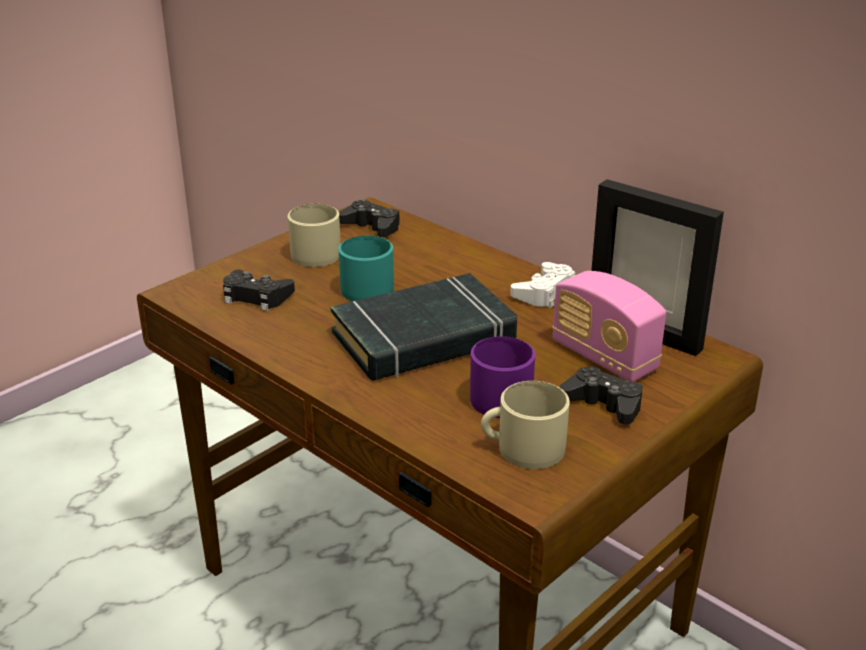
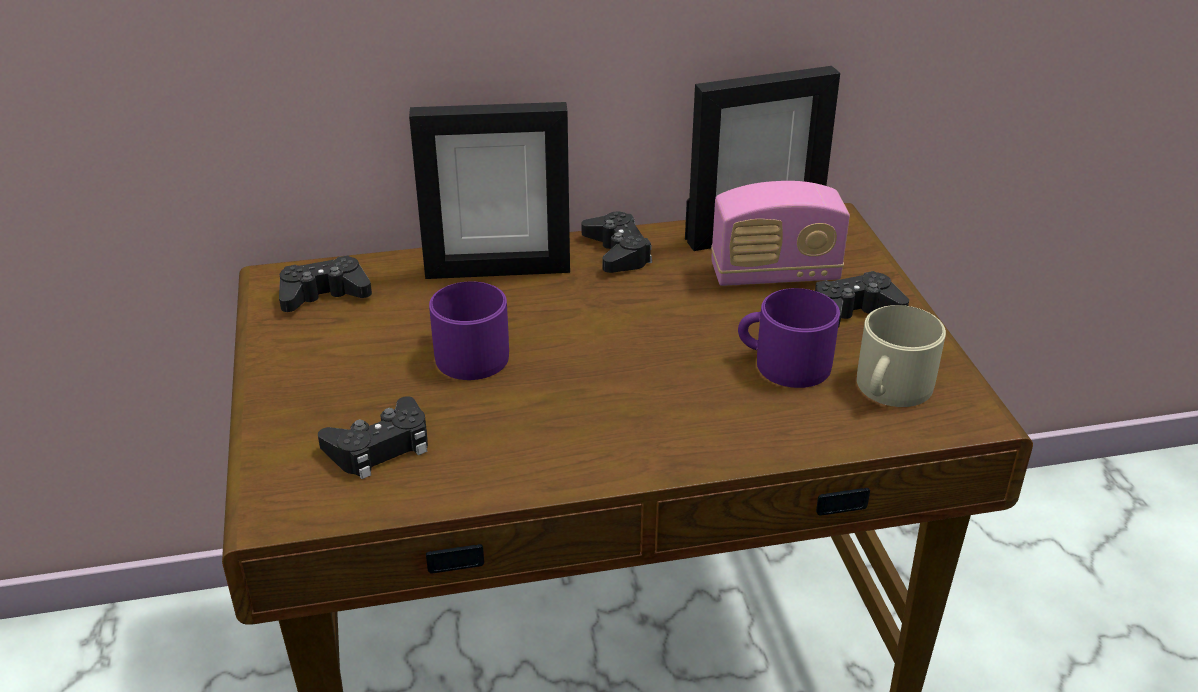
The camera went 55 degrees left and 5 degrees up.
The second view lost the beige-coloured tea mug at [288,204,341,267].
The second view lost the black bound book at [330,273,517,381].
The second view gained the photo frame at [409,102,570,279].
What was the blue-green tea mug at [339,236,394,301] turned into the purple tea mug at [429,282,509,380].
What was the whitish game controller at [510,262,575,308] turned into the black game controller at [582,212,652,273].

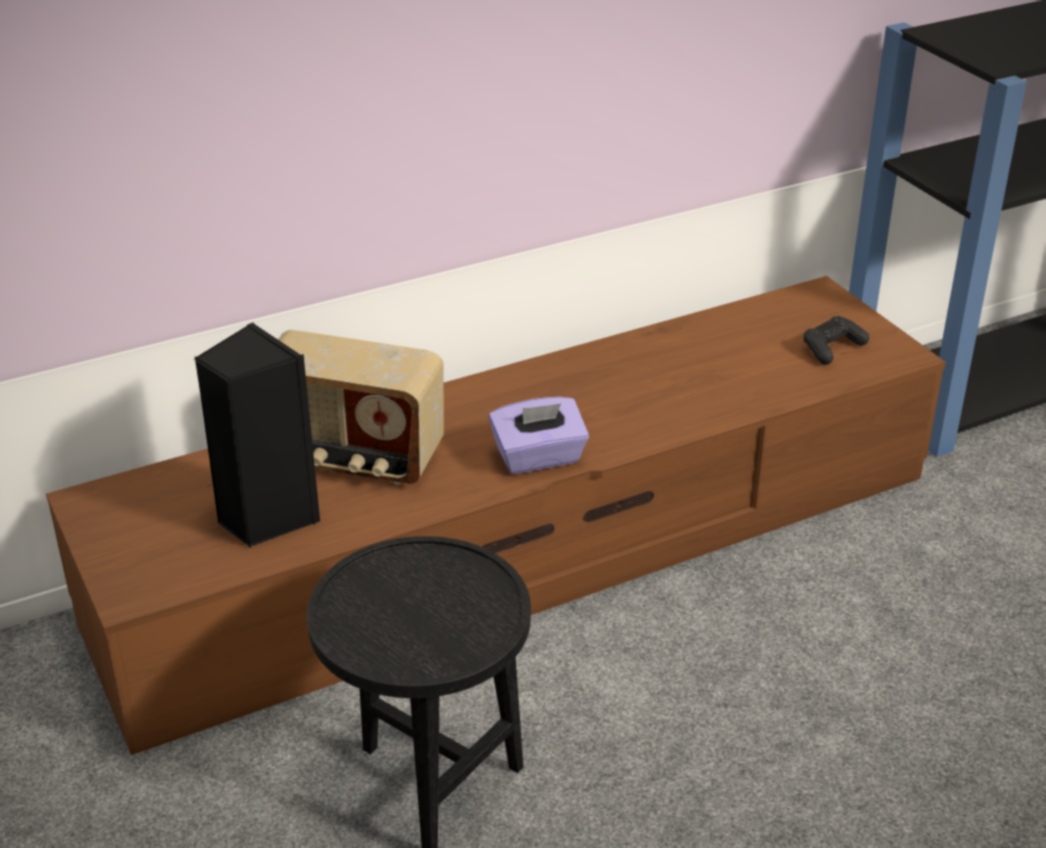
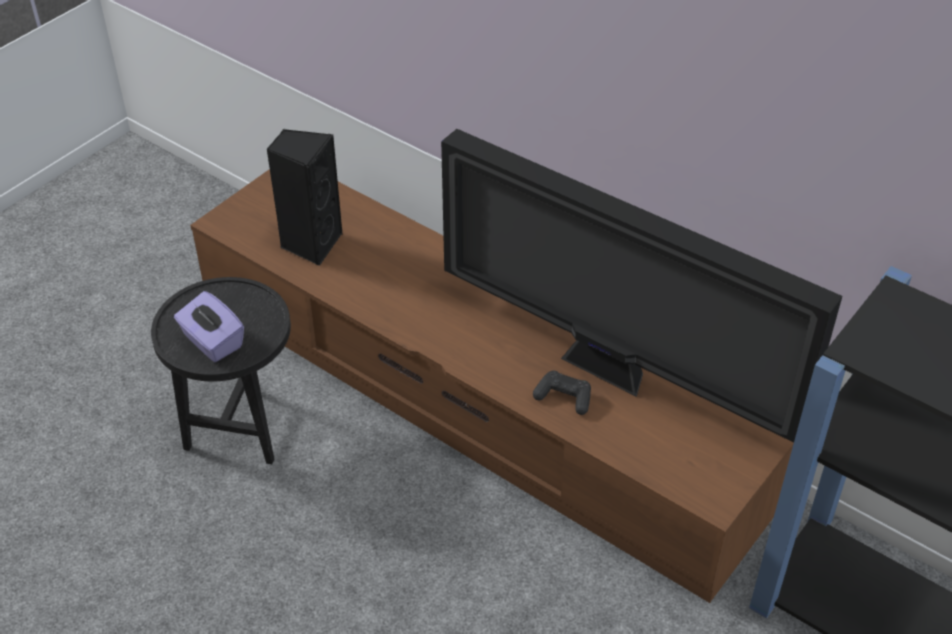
The camera went 65 degrees right and 10 degrees up.
The second view lost the radio at [278,330,444,485].
The second view gained the television at [441,129,842,443].
The purple box of tissues ended up elsewhere, having gone from [489,397,589,474] to [174,291,244,362].
The black game controller ended up elsewhere, having gone from [804,316,869,365] to [533,370,591,415].

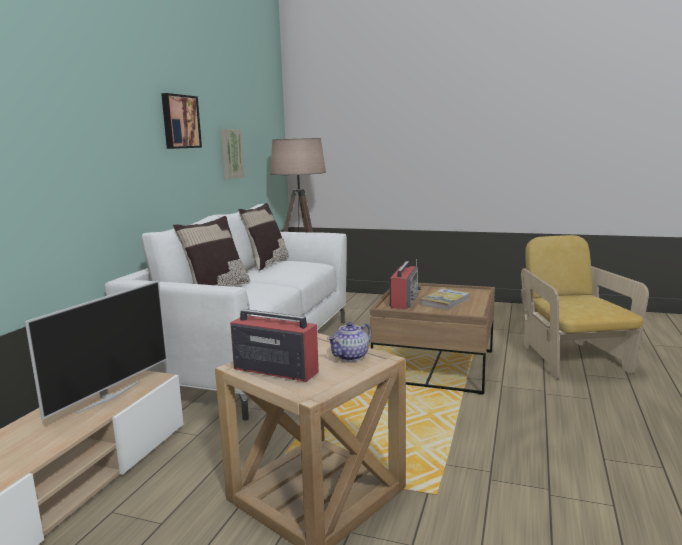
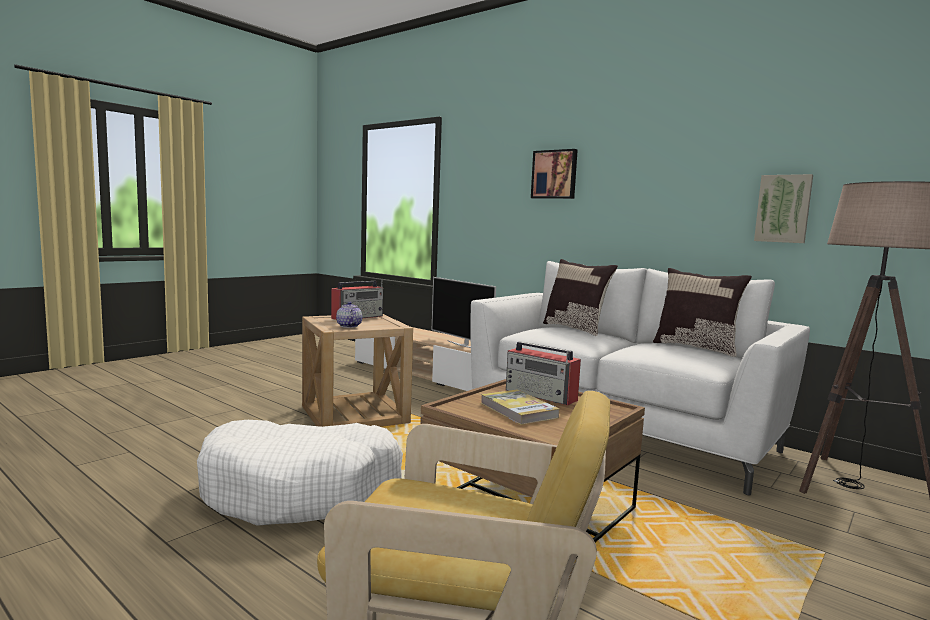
The camera went 110 degrees right and 5 degrees down.
The second view gained the whitish dog cushion at [197,420,403,526].
The wall picture ended up elsewhere, having gone from [161,93,202,149] to [531,149,578,199].

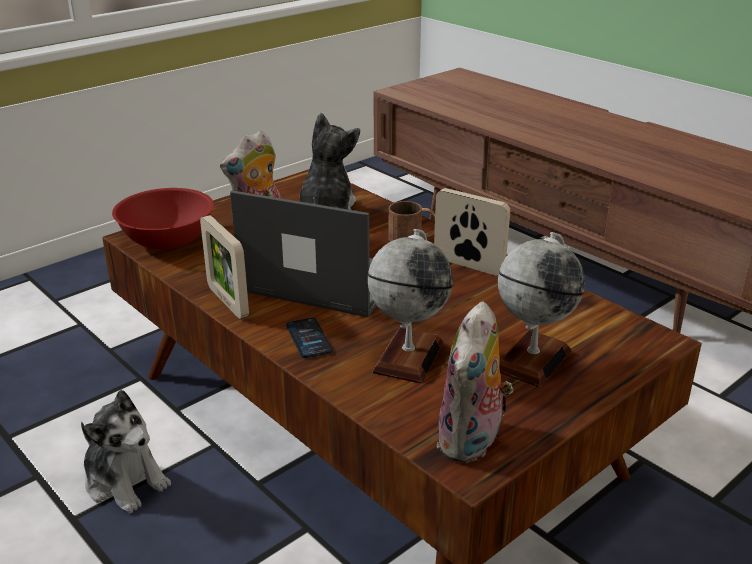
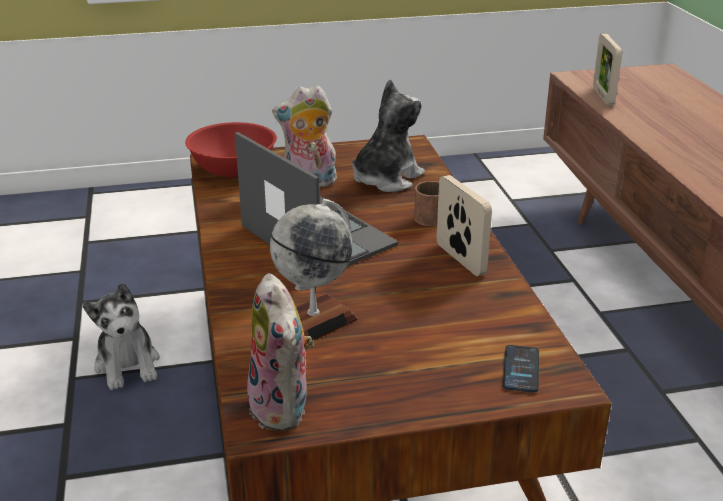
The camera went 30 degrees right and 0 degrees up.
The second view lost the desk globe at [498,232,585,387].
The photo frame ended up elsewhere, having gone from [200,215,249,319] to [593,33,622,106].
The telephone ended up elsewhere, having gone from [286,318,333,358] to [503,345,539,392].
The cuddly toy at [436,301,513,463] ended up facing another way, 75 degrees counterclockwise from before.

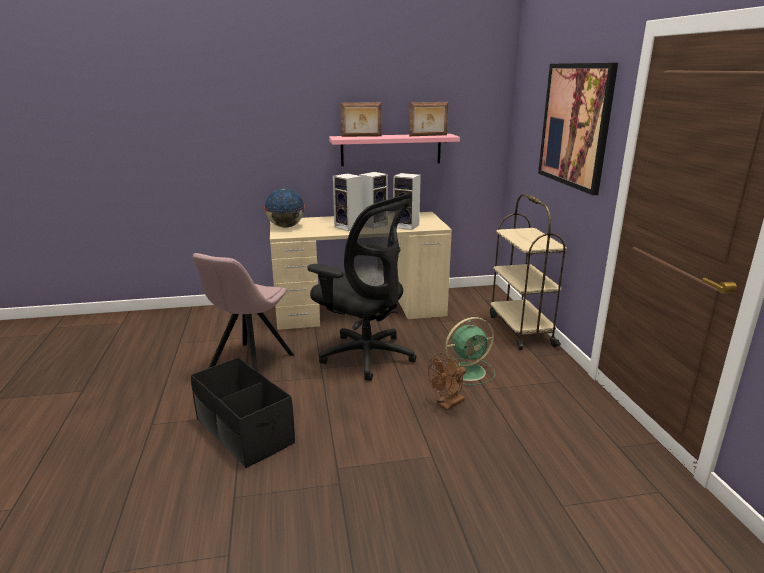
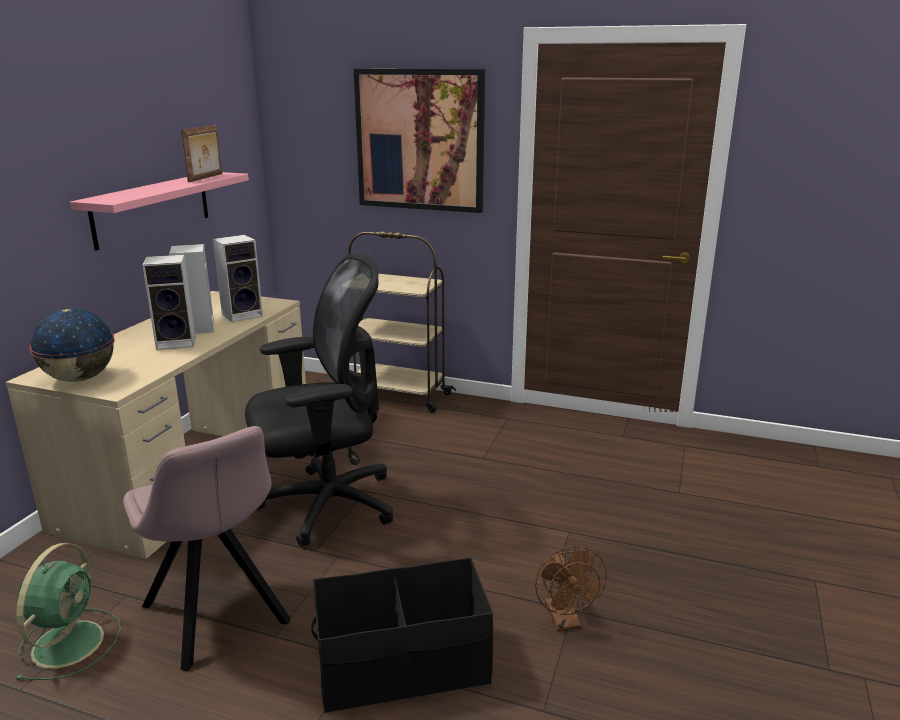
The camera went 60 degrees left and 0 degrees up.
The second view lost the photo frame at [340,102,382,137].
The brown-coloured fan ended up elsewhere, having gone from [428,353,466,410] to [535,546,607,631].
The green-coloured fan ended up elsewhere, having gone from [445,317,495,385] to [15,543,121,680].

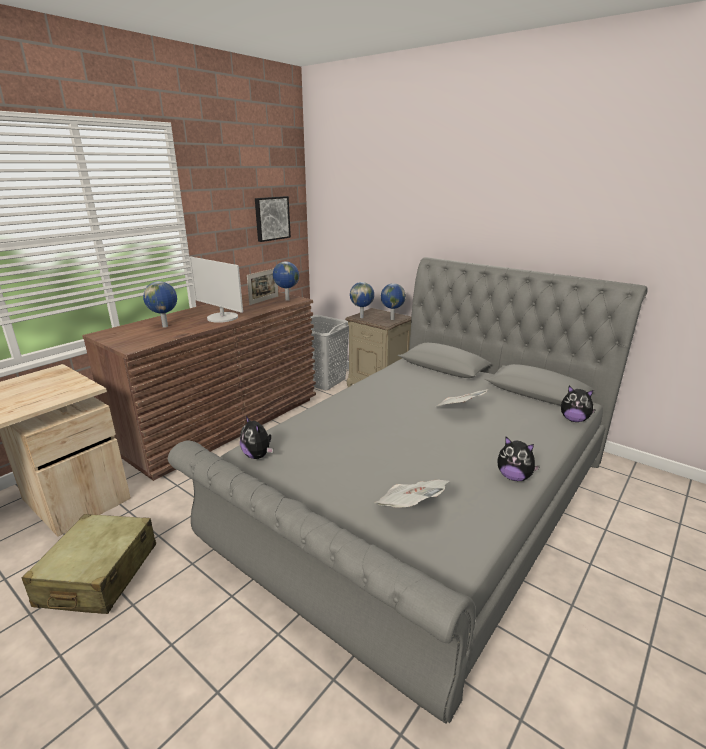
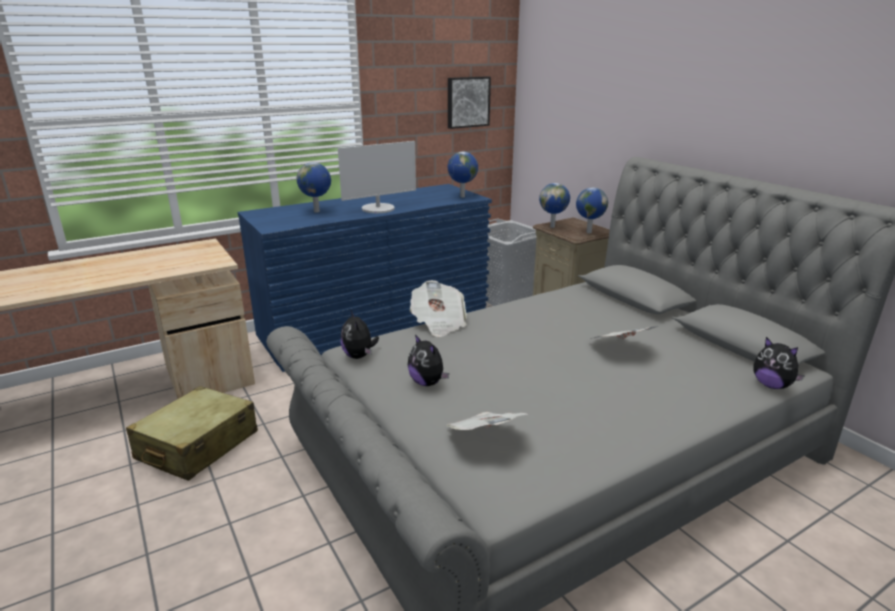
The camera went 20 degrees right and 0 degrees up.
The second view lost the photo frame at [247,269,279,305].
The second view gained the daily paper at [410,280,467,337].
The cuddly toy ended up elsewhere, having gone from [497,437,540,481] to [408,334,449,386].
What was the brown-coloured chest of drawers at [82,292,316,481] turned into the bluish chest of drawers at [238,184,492,372].
The monitor at [189,256,243,323] ended up facing another way, 90 degrees counterclockwise from before.

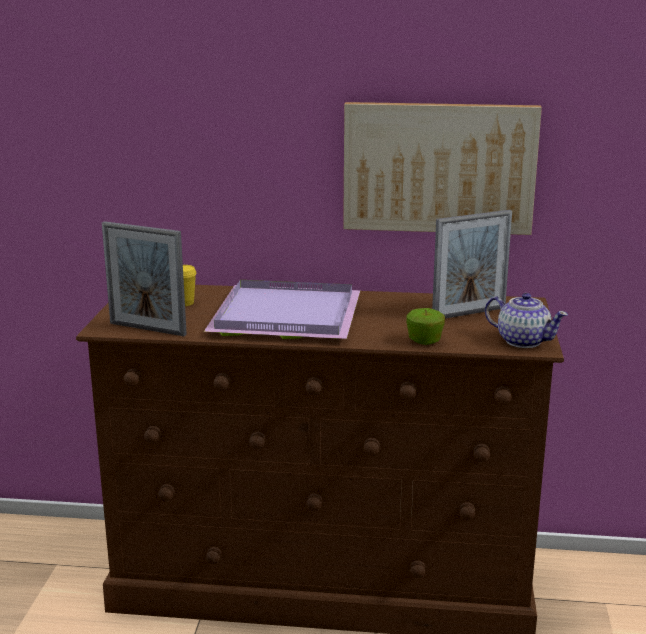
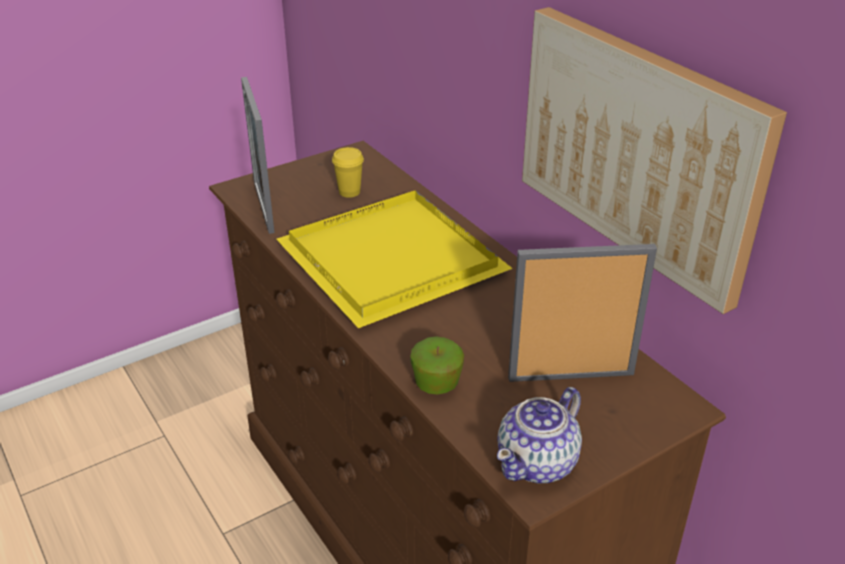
The camera went 50 degrees right and 15 degrees up.
What was the purple tray at [204,280,361,339] turned into the yellowish tray at [276,190,513,328].
The photo frame at [432,210,512,319] ended up facing another way, 150 degrees clockwise from before.
The tea pot at [485,293,568,348] ended up facing another way, 45 degrees clockwise from before.

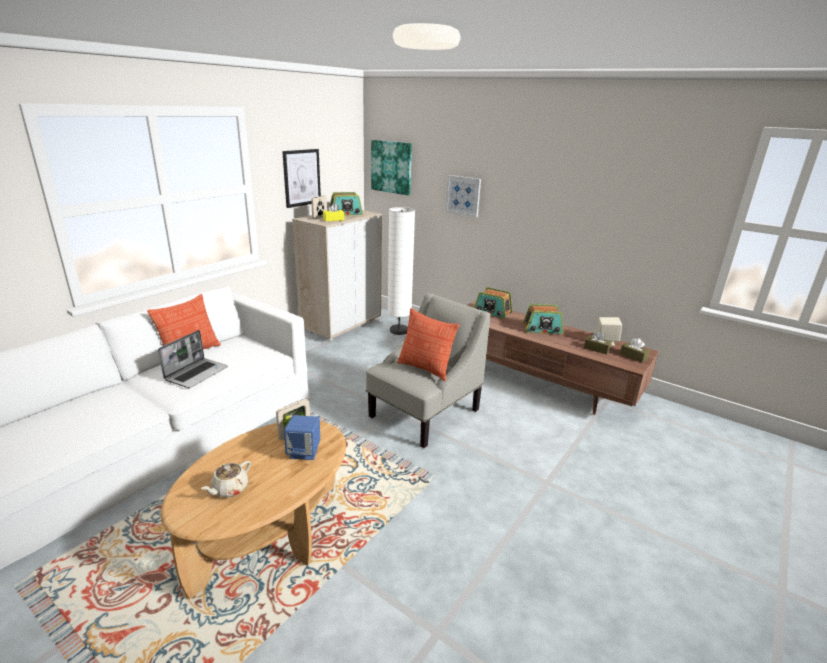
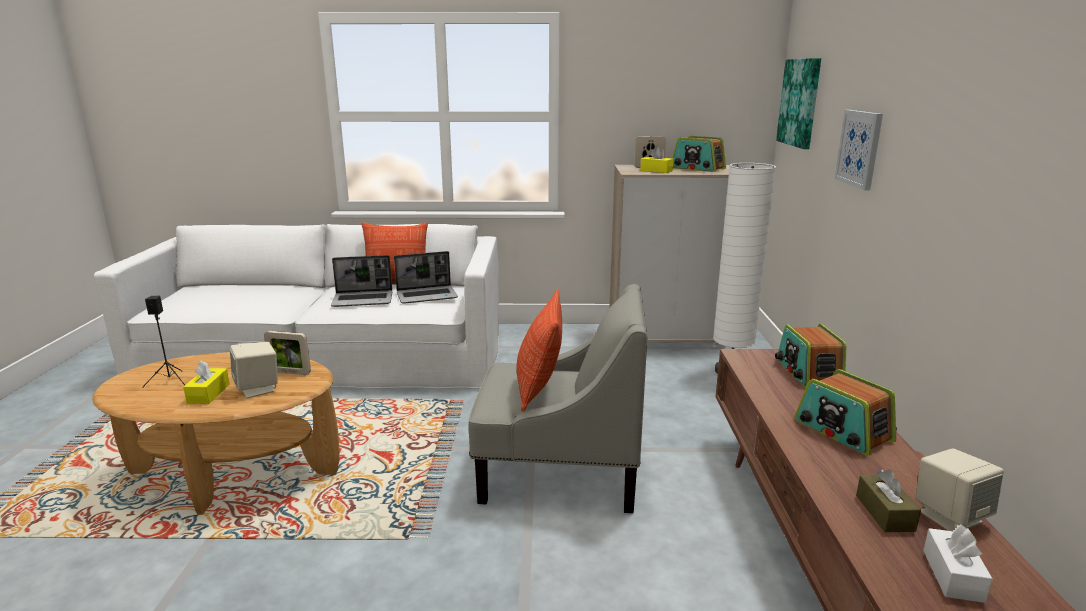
The camera went 55 degrees right and 5 degrees down.
The second view lost the wall picture at [282,149,321,208].
The second view gained the yellowish box of tissues at [183,361,230,404].
The second view gained the laptop at [394,251,458,304].
Where the beige-coloured tea pot stood at [201,461,251,497], the black loudspeaker came to stand at [142,296,185,388].
What was the bluish loudspeaker at [284,415,320,460] turned into the beige-coloured loudspeaker at [230,342,278,398].
What was the brown-coloured box of tissues at [620,338,650,363] turned into the whitish box of tissues at [923,524,993,603].

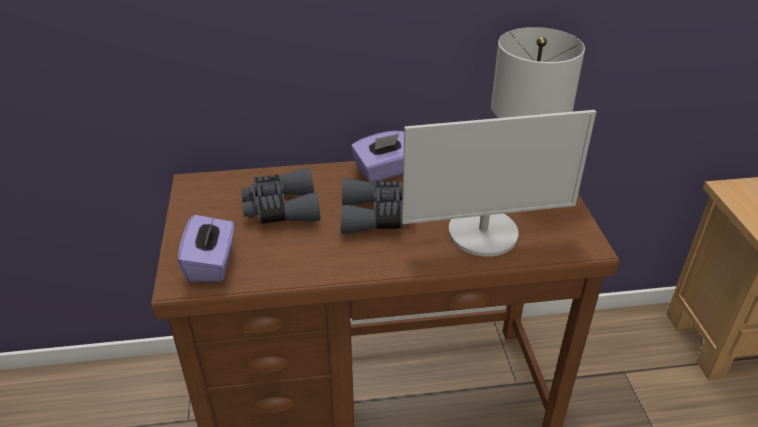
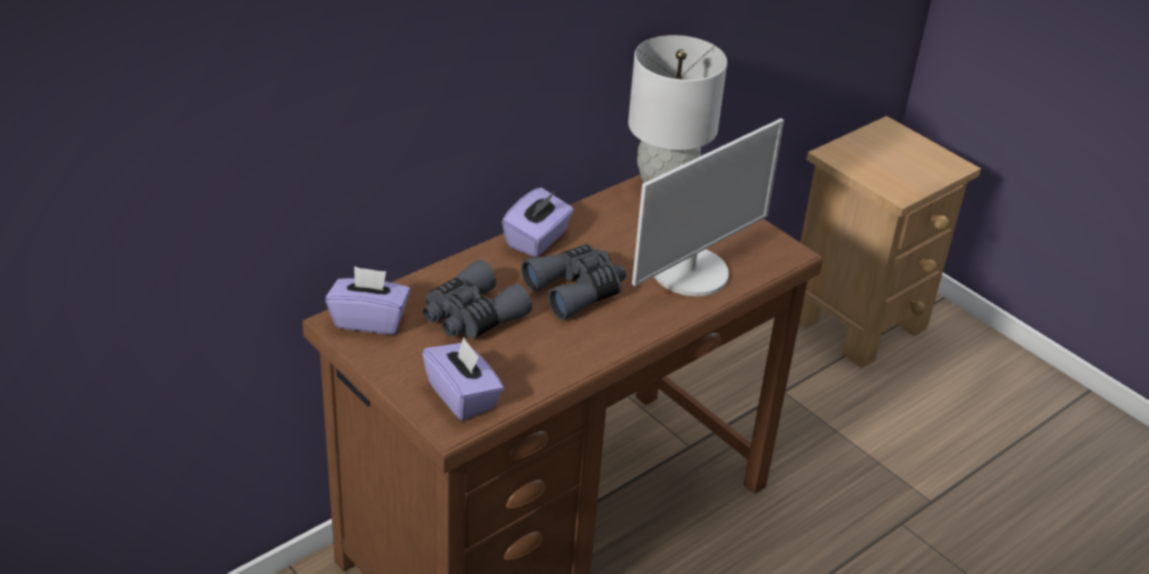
The camera went 35 degrees left and 0 degrees up.
The second view gained the purple box of tissues at [325,266,410,334].

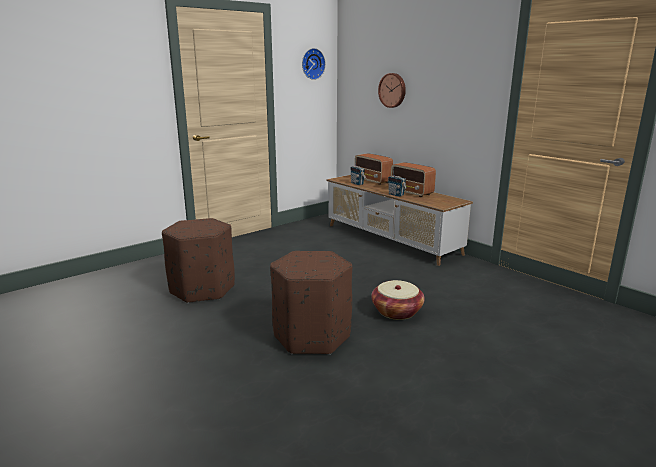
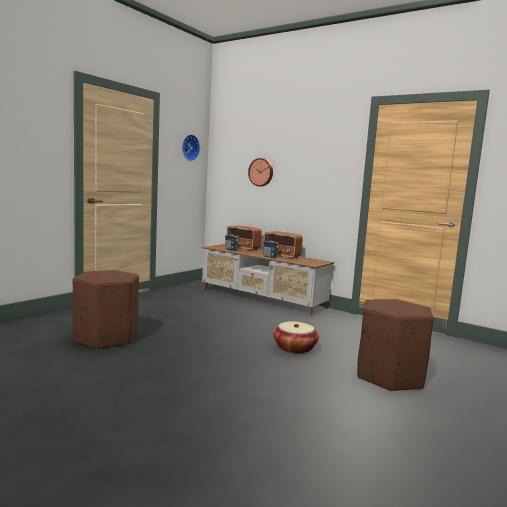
The camera went 15 degrees left and 10 degrees down.
The brown-coloured ottoman ended up elsewhere, having gone from [270,251,352,355] to [357,299,434,392].

